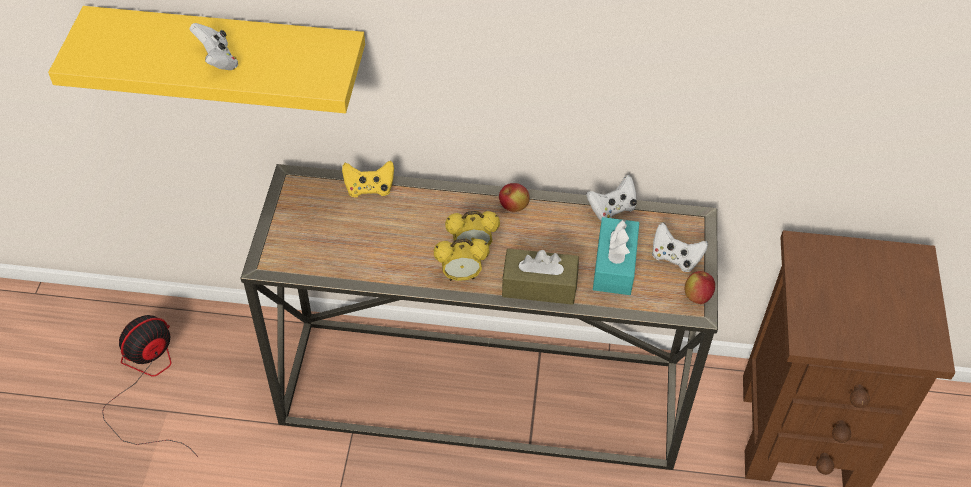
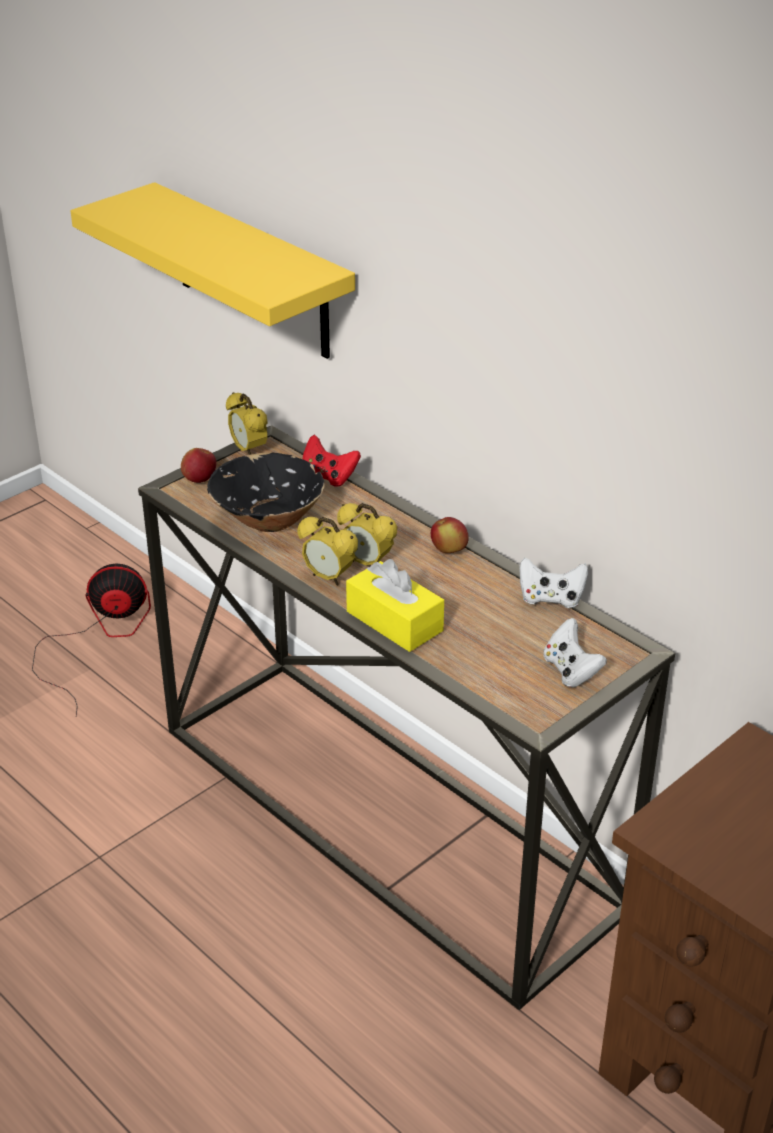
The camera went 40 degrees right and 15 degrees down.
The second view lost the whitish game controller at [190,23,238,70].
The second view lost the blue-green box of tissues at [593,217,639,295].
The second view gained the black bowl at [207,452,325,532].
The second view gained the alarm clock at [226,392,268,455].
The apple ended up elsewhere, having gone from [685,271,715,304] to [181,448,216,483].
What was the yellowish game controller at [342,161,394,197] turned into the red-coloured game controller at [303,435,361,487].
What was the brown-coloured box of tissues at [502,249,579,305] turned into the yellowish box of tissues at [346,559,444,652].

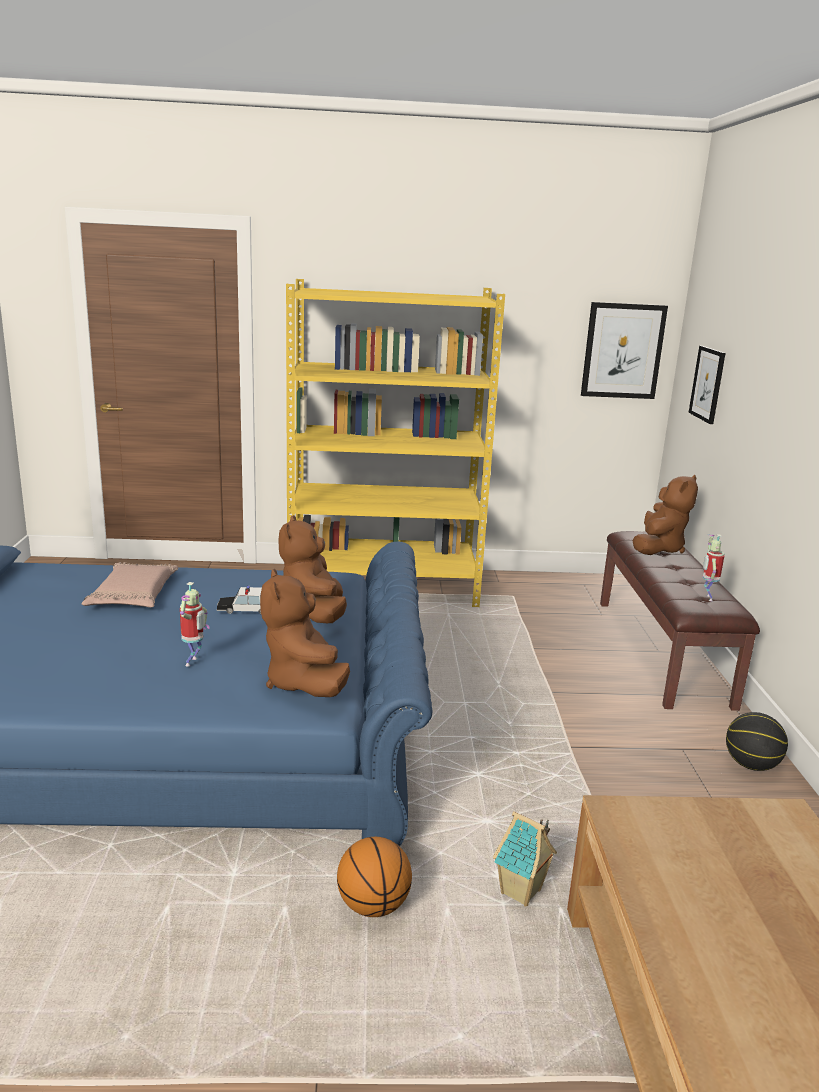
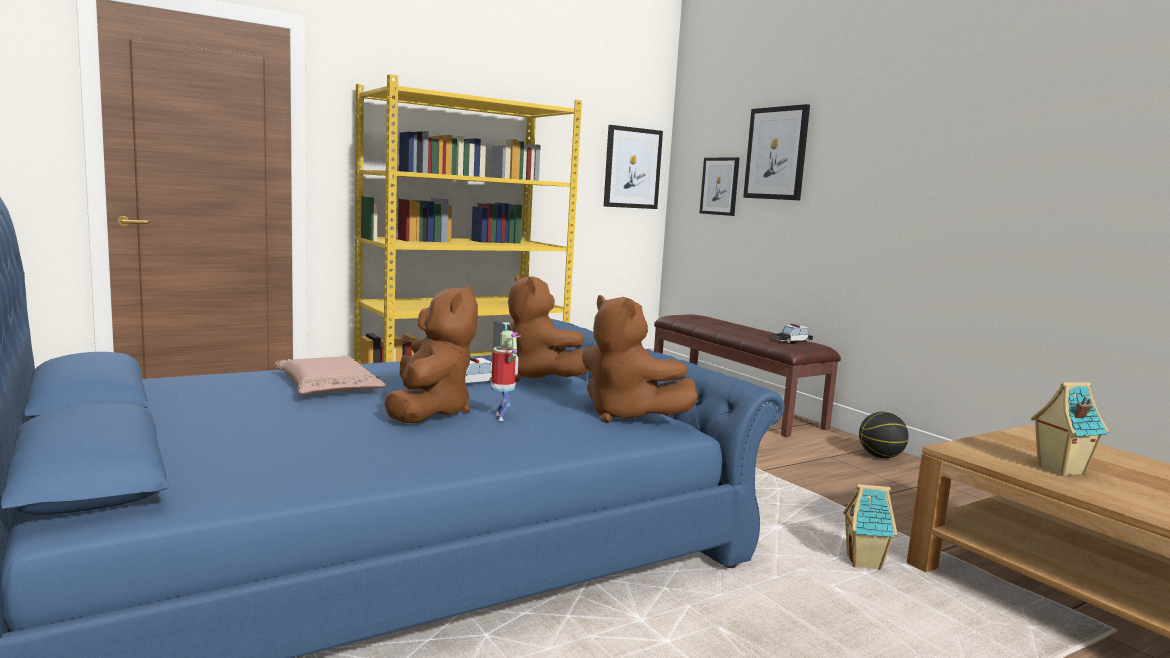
The camera went 30 degrees left and 10 degrees down.
The second view lost the basketball at [337,837,412,917].
The second view gained the wall picture at [743,104,810,200].
The second view gained the miniature house at [1031,382,1109,476].
The brown-coloured cuddly toy ended up elsewhere, having gone from [633,475,698,555] to [384,285,478,423].
Where the toy robot stood at [703,534,724,601], the toy car came to stand at [771,324,813,343].

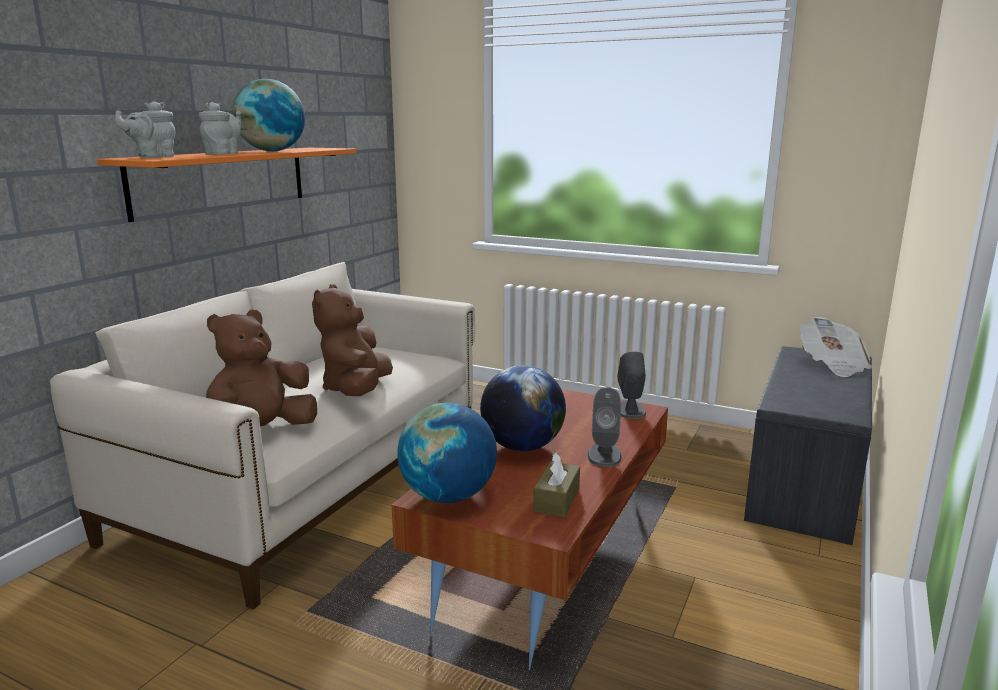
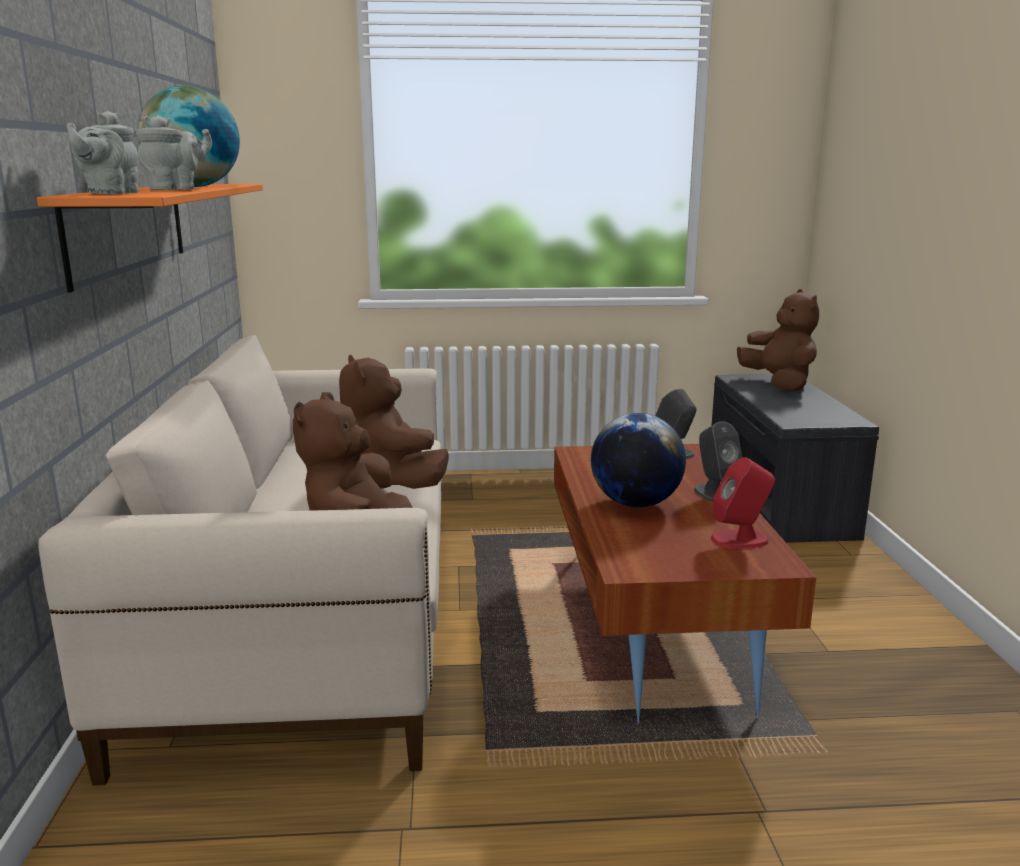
The camera went 30 degrees left and 0 degrees up.
The second view lost the desk globe at [397,403,497,503].
Where the brown-coloured box of tissues stood at [534,453,580,517], the red-coloured loudspeaker came to stand at [711,457,775,549].
Where the daily paper stood at [800,317,872,377], the brown-coloured cuddly toy came to stand at [737,289,819,392].
The greyish tea pot at [199,102,241,155] ended up facing another way, 60 degrees clockwise from before.

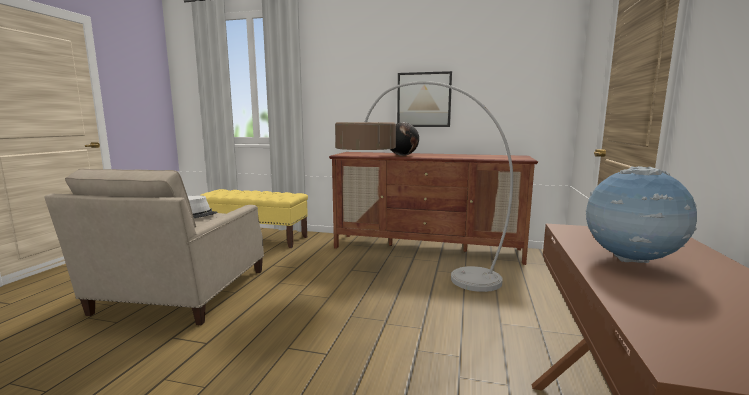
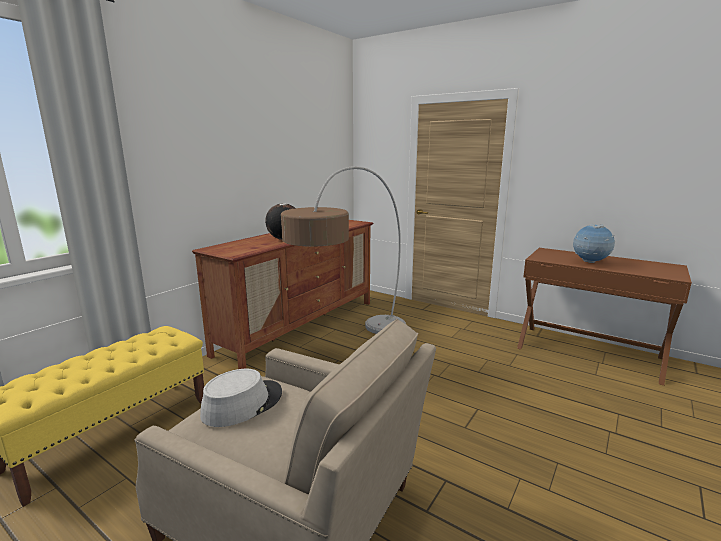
The camera went 70 degrees left and 5 degrees up.
The second view lost the wall picture at [397,71,452,127].

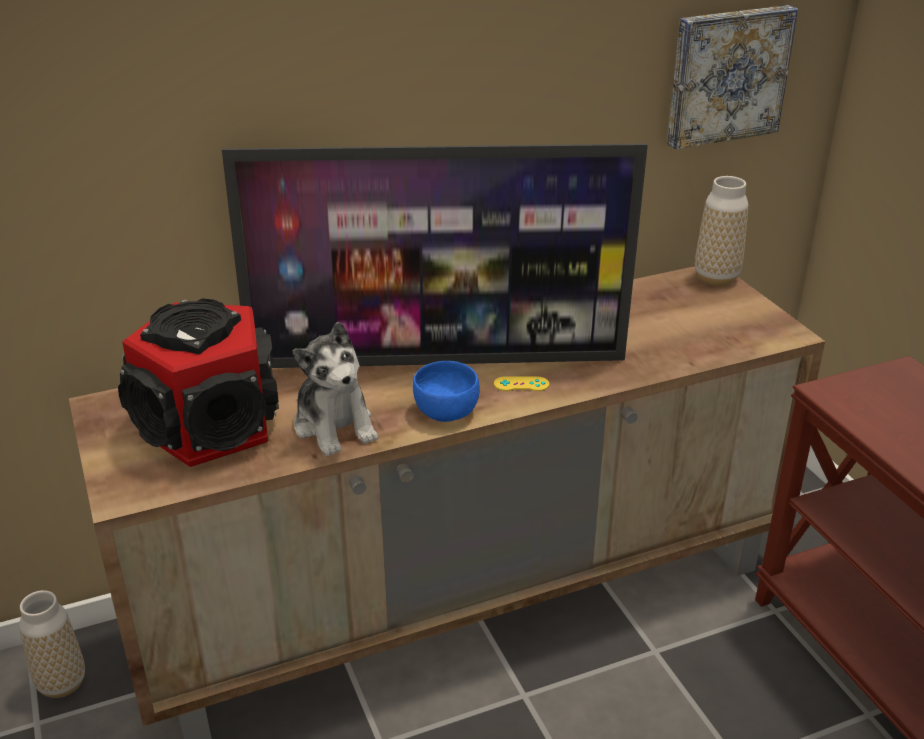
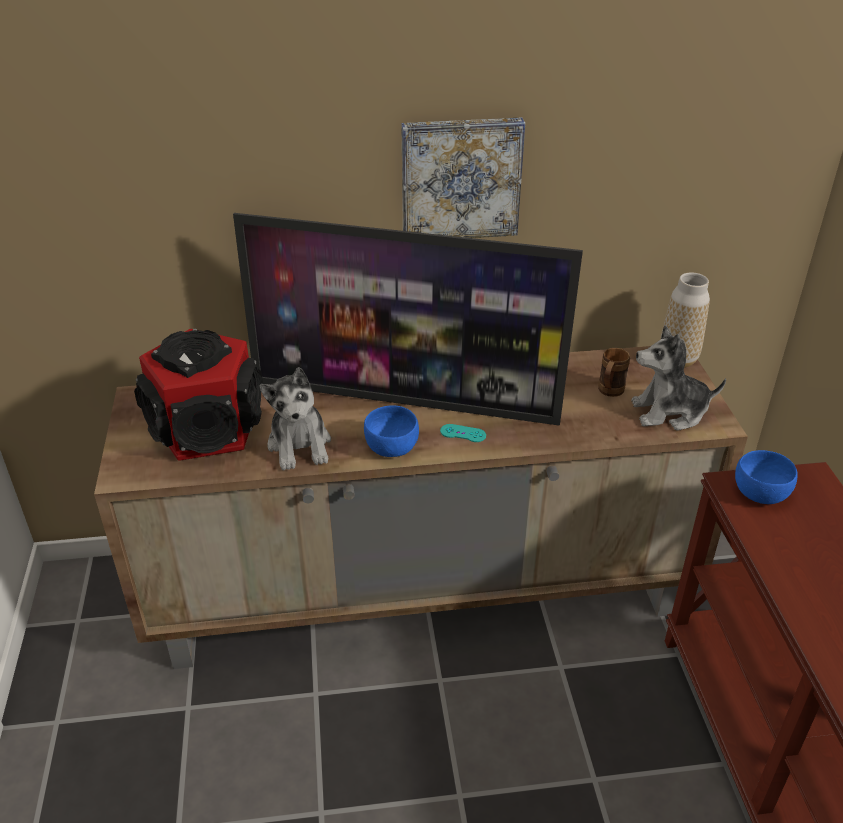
The camera went 15 degrees right and 5 degrees up.
The second view lost the vase at [19,590,85,698].
The second view gained the brown-coloured tea mug at [598,348,630,397].
The second view gained the cuddly toy at [631,326,726,431].
The second view gained the bluish bowl at [735,450,798,504].
The wall picture ended up elsewhere, having gone from [667,5,798,149] to [401,117,525,238].
What was the yellowish game controller at [494,376,549,391] turned into the blue-green game controller at [440,424,486,442].

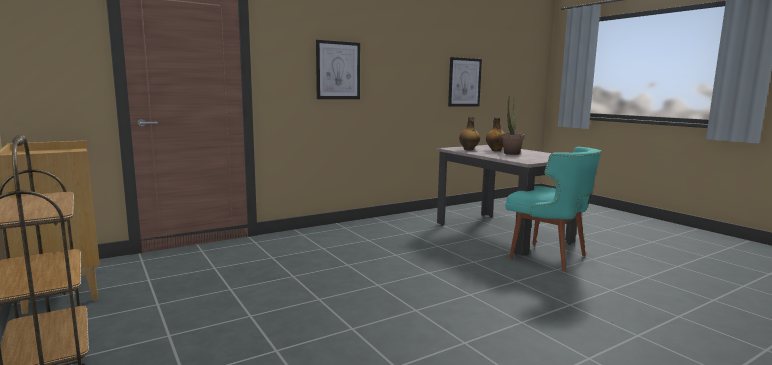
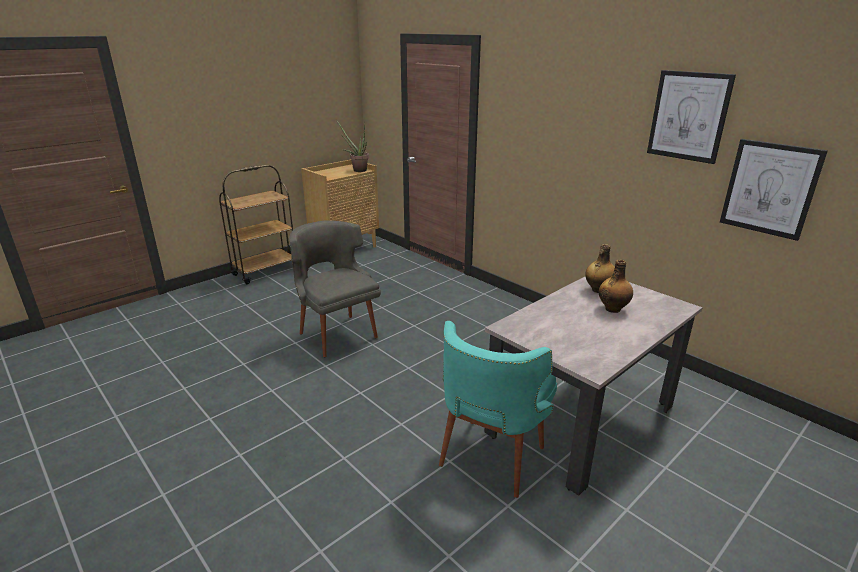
The camera went 80 degrees right and 15 degrees up.
The second view gained the greyish plain chair at [289,220,381,357].
The wall picture ended up elsewhere, having gone from [316,40,360,99] to [647,70,736,164].
The potted plant ended up elsewhere, having gone from [501,95,525,155] to [336,120,369,172].

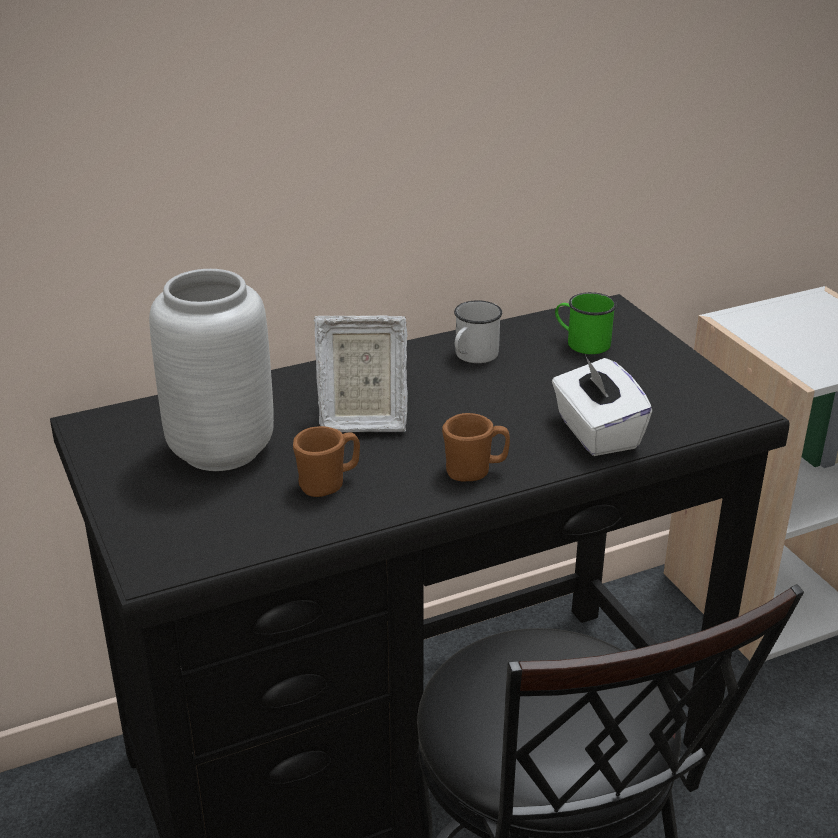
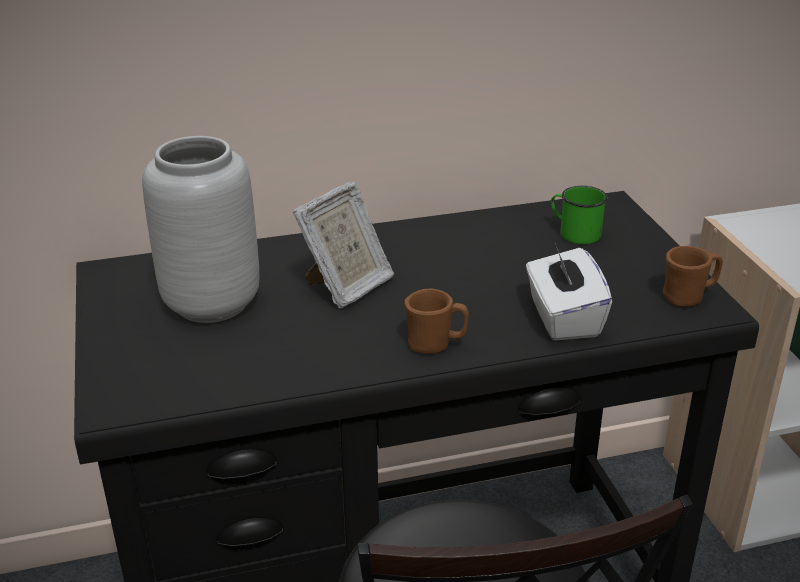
The camera went 10 degrees right and 0 degrees up.
The second view lost the whitish tea mug at [454,300,502,363].
The brown-coloured tea mug ended up elsewhere, having gone from [293,426,360,497] to [663,246,723,307].
The photo frame at [313,315,408,432] ended up facing another way, 60 degrees counterclockwise from before.

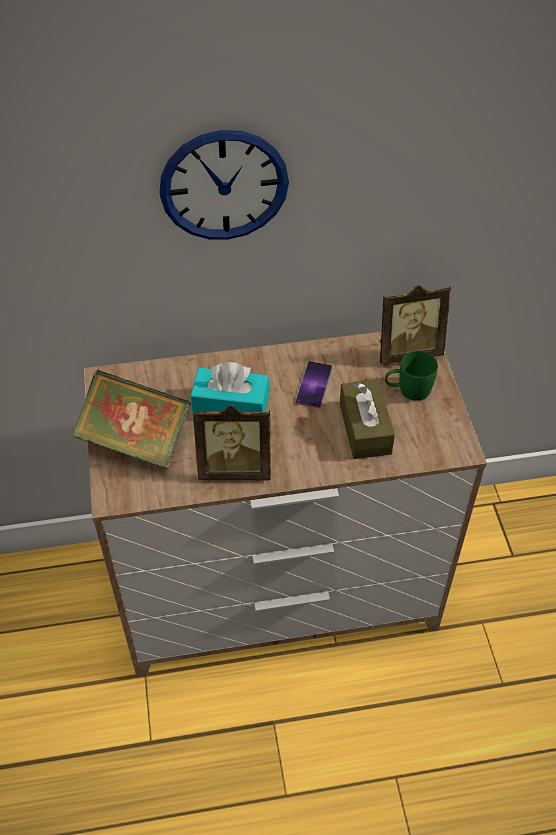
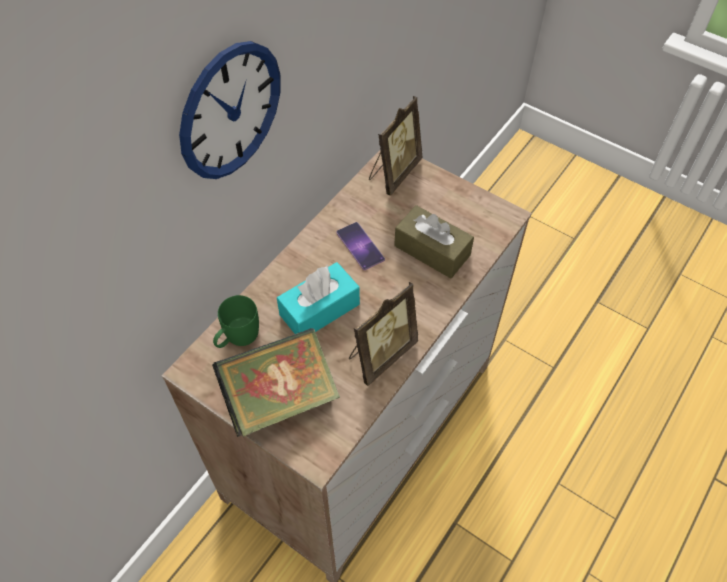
The camera went 45 degrees left and 5 degrees up.
The green-coloured tea mug ended up elsewhere, having gone from [385,351,438,401] to [213,295,259,348].

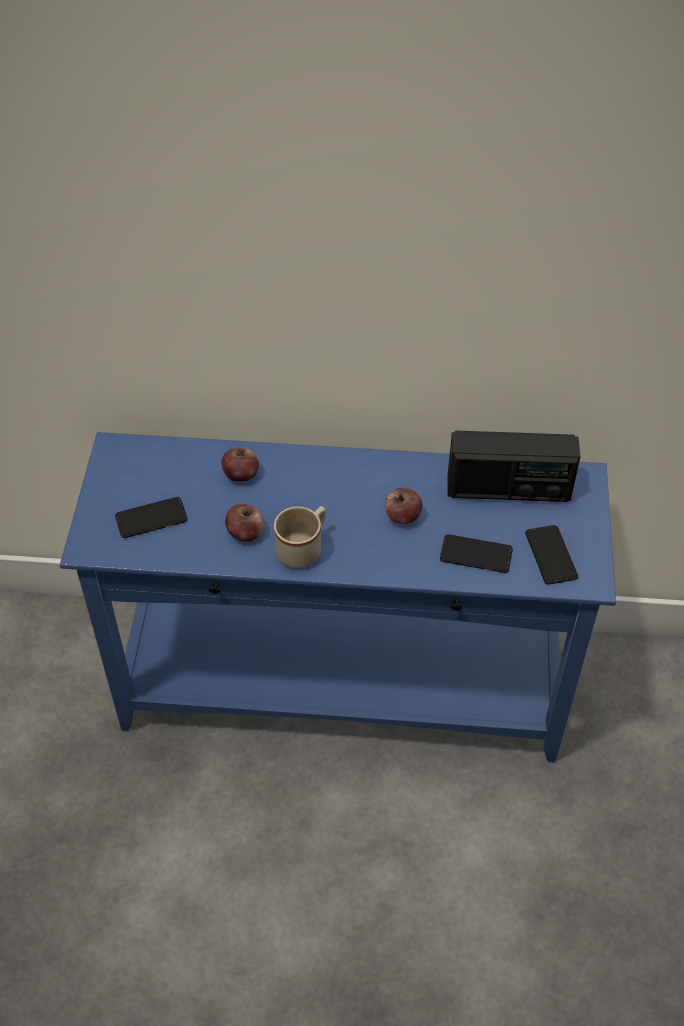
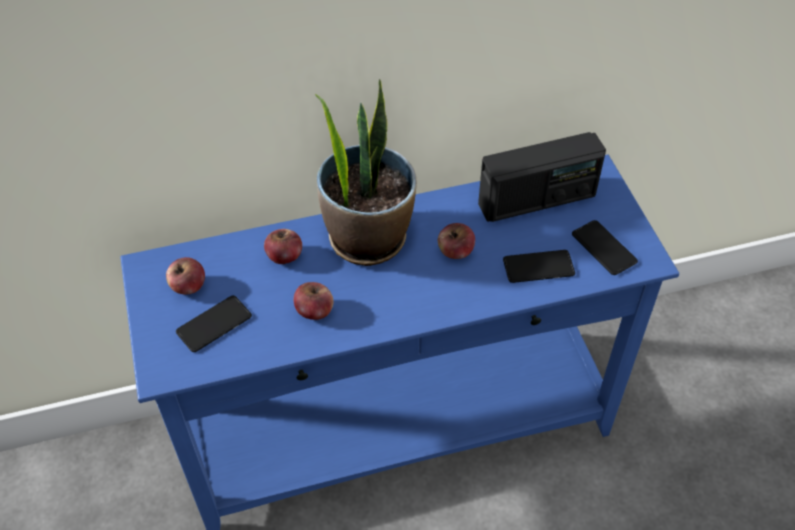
The camera went 20 degrees left and 0 degrees up.
The second view lost the beige-coloured tea mug at [274,506,326,568].
The second view gained the apple at [166,257,205,294].
The second view gained the potted plant at [315,79,417,266].

